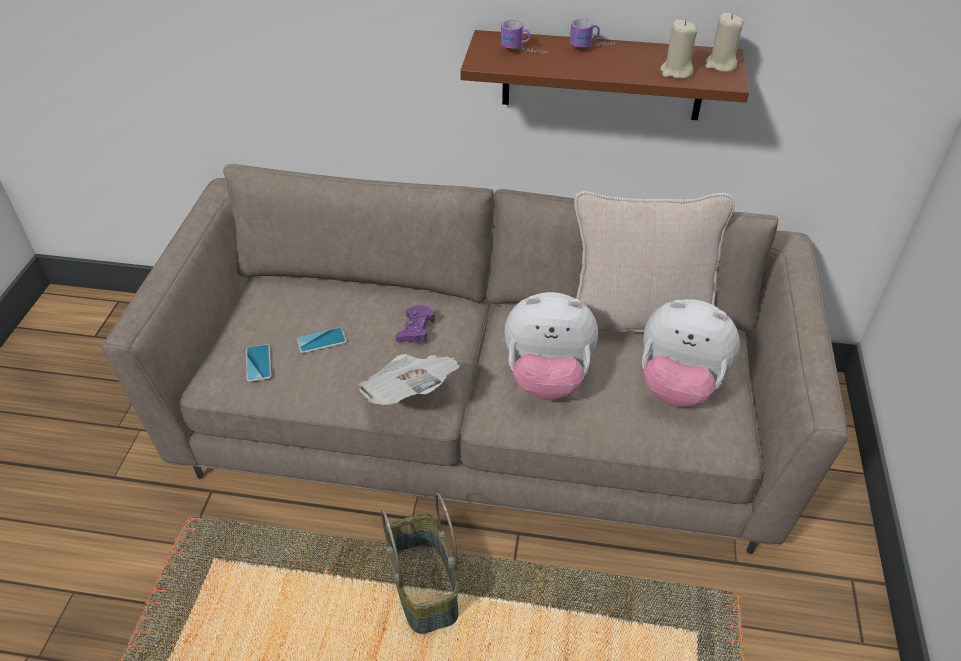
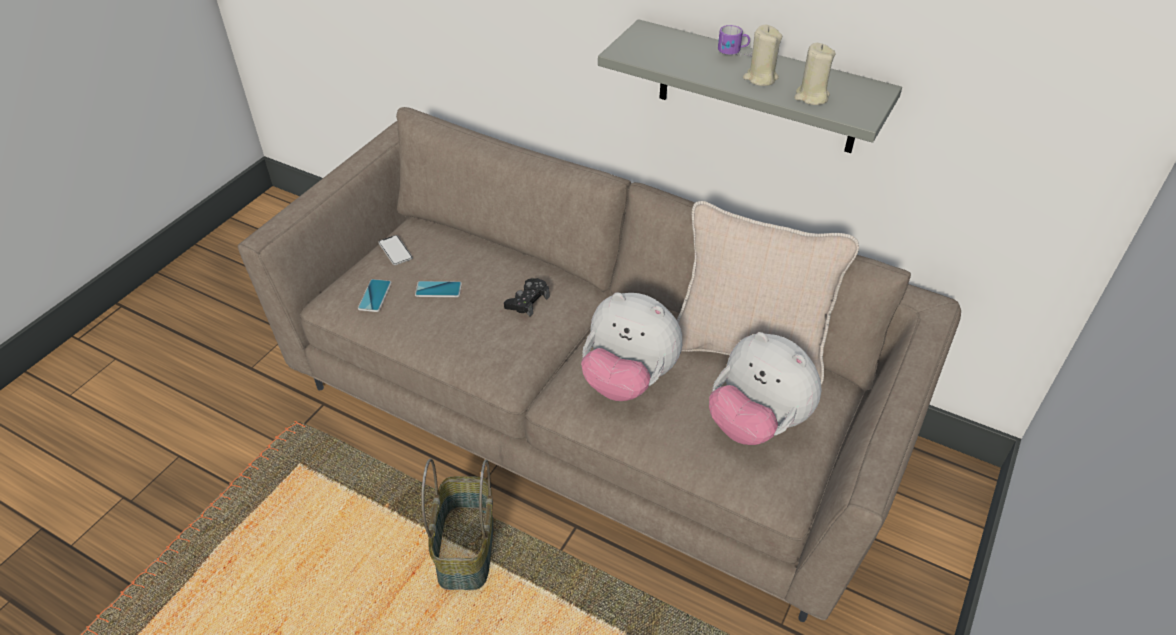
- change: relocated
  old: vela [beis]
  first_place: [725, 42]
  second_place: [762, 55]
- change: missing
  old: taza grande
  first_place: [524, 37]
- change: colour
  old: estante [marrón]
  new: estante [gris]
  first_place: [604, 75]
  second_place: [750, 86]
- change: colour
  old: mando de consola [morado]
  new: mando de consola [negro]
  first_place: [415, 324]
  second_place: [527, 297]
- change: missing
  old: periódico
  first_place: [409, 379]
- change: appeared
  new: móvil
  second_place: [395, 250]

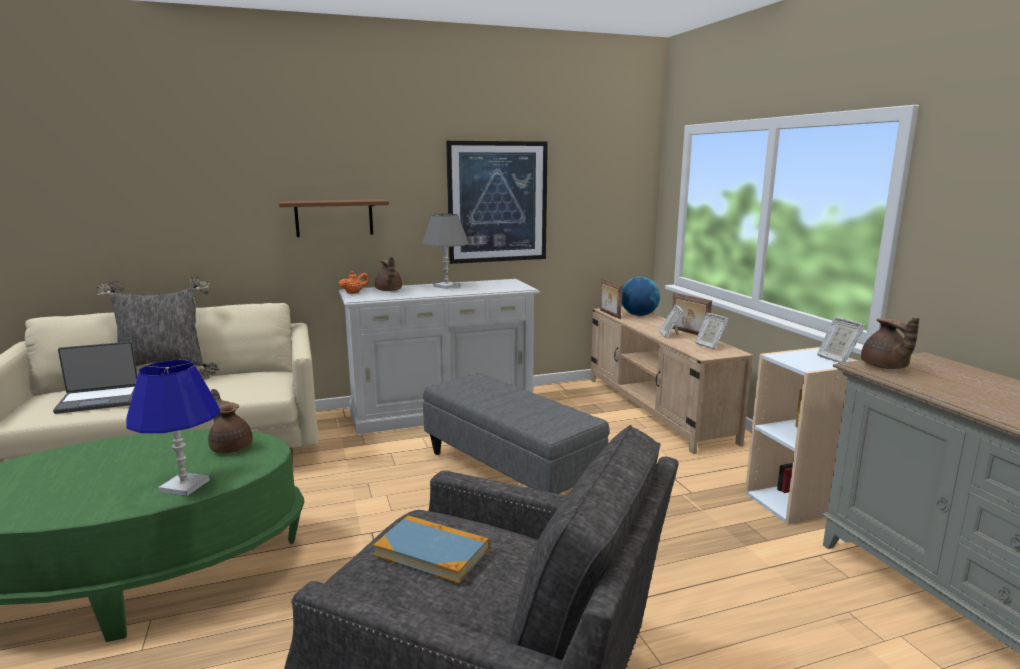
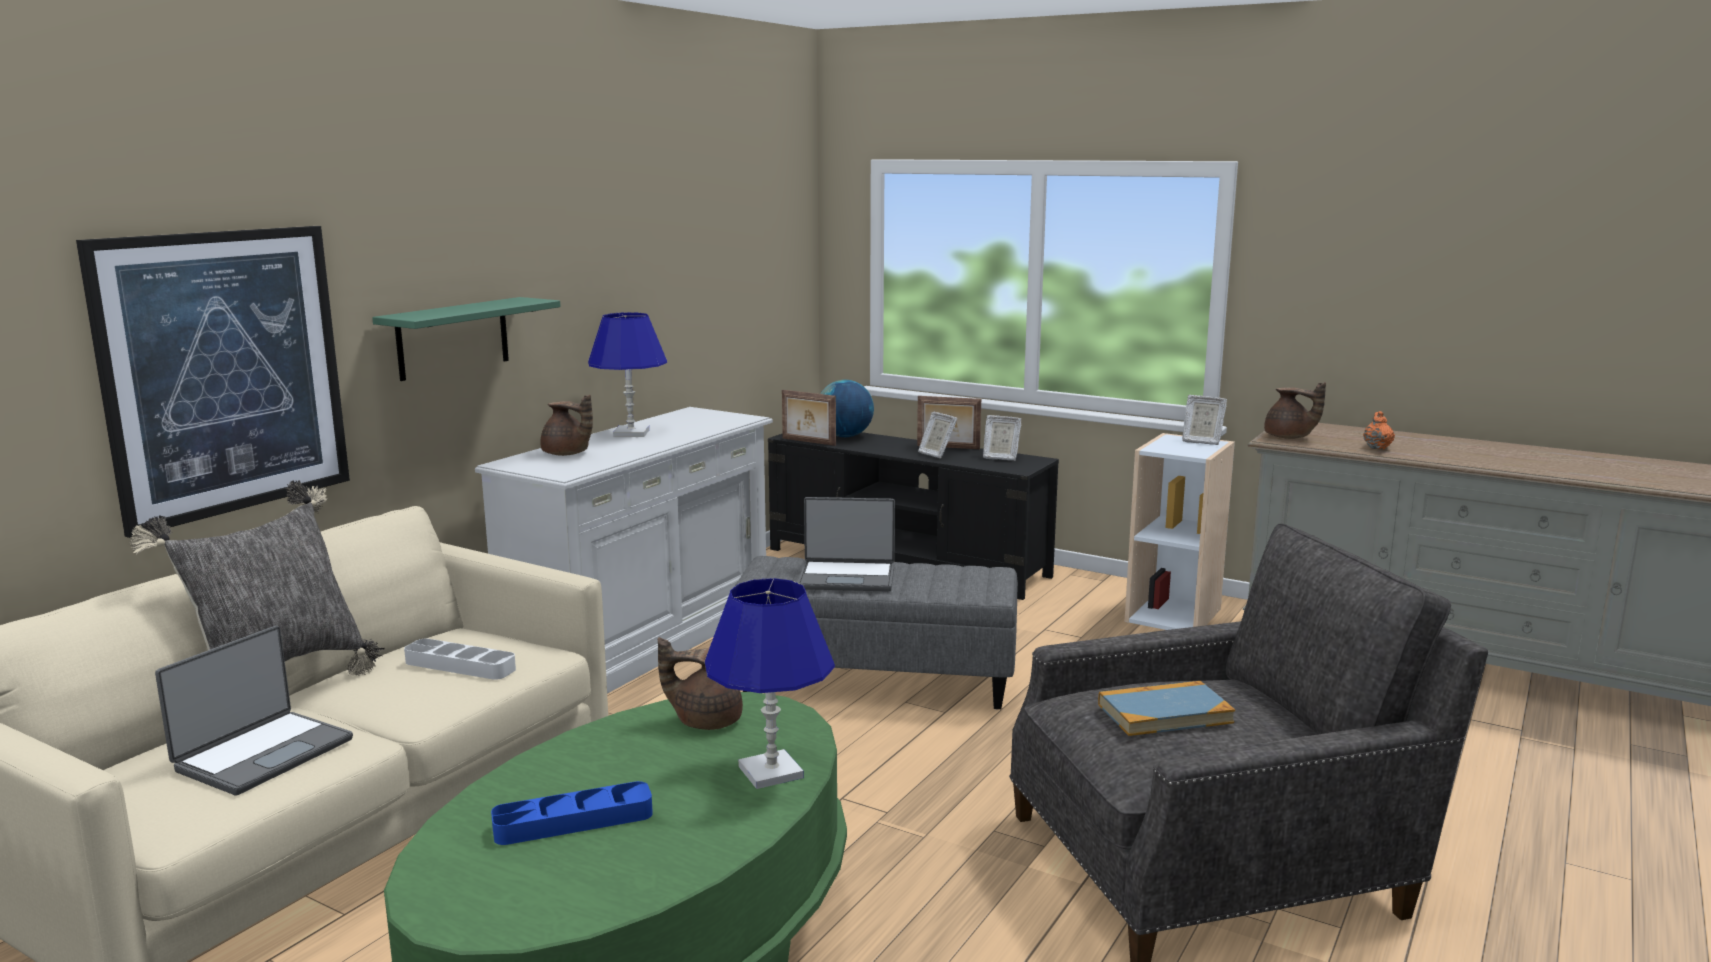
- change: relocated
  old: cuadro
  first_place: [497, 202]
  second_place: [213, 382]
- change: colour
  old: estante [marrón]
  new: estante [verde]
  first_place: [334, 218]
  second_place: [466, 339]
- change: colour
  old: lámpara de mesa [gris]
  new: lámpara de mesa [azul]
  first_place: [445, 251]
  second_place: [627, 374]
- change: relocated
  old: tetera [naranja]
  first_place: [354, 282]
  second_place: [1379, 430]
- change: colour
  old: mueble de televisión [beis]
  new: mueble de televisión [negro]
  first_place: [672, 380]
  second_place: [913, 516]
- change: appeared
  new: portátil
  second_place: [846, 544]
- change: appeared
  new: bandeja [gris]
  second_place: [460, 659]
- change: appeared
  new: bandeja [azul]
  second_place: [572, 813]

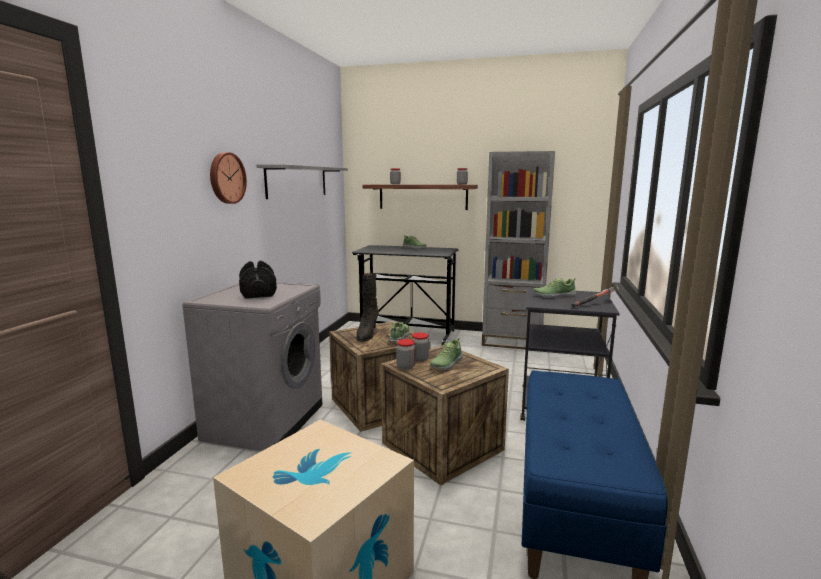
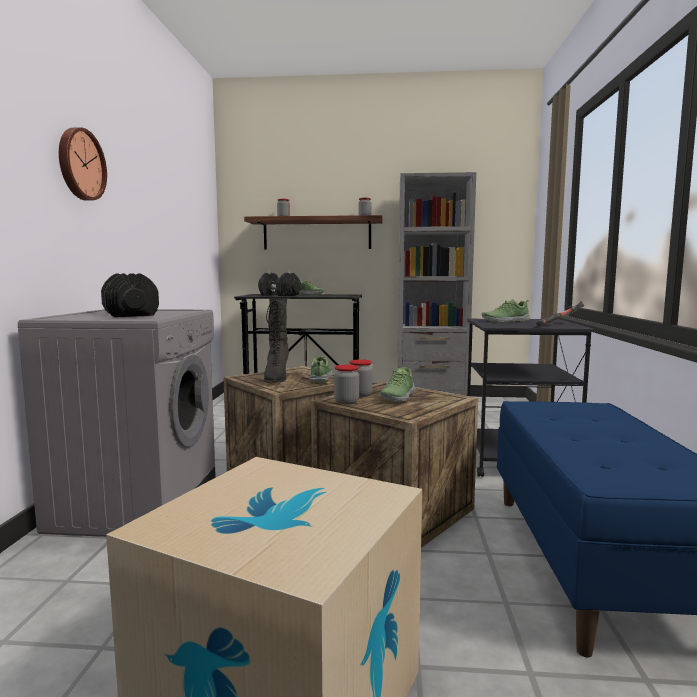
- change: missing
  old: estante [gris]
  first_place: [302, 181]
- change: appeared
  new: mancuerna [negro]
  second_place: [279, 284]

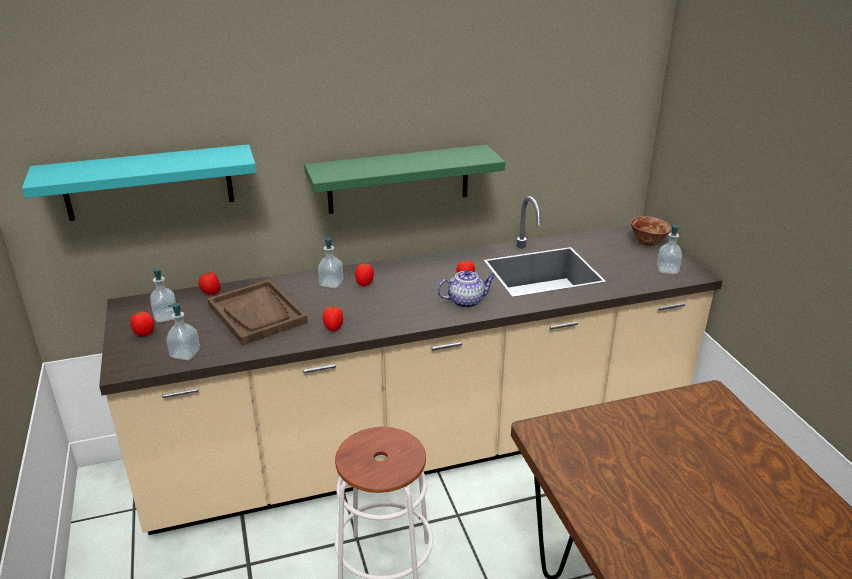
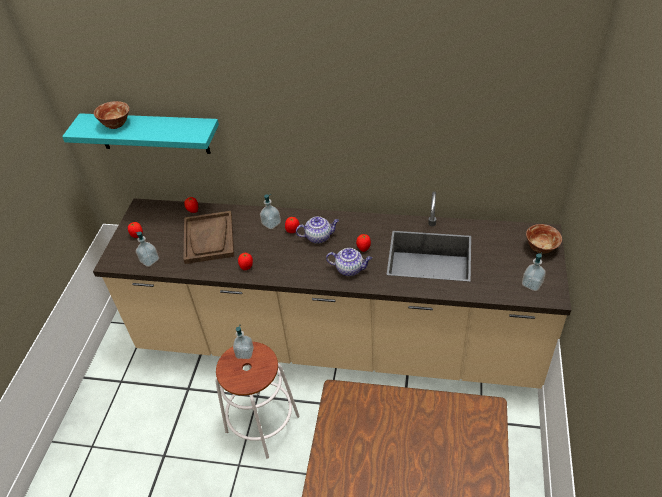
- change: missing
  old: estante [verde]
  first_place: [404, 179]
- change: relocated
  old: dispensador de jabón
  first_place: [163, 295]
  second_place: [243, 342]
- change: appeared
  new: cuenco
  second_place: [112, 115]
- change: appeared
  new: tetera
  second_place: [317, 230]

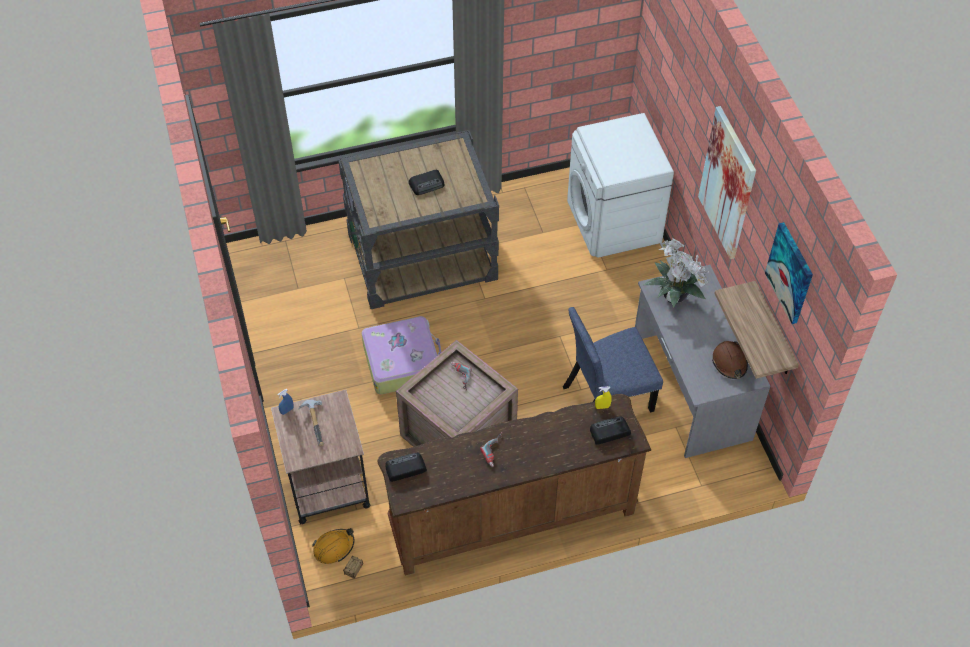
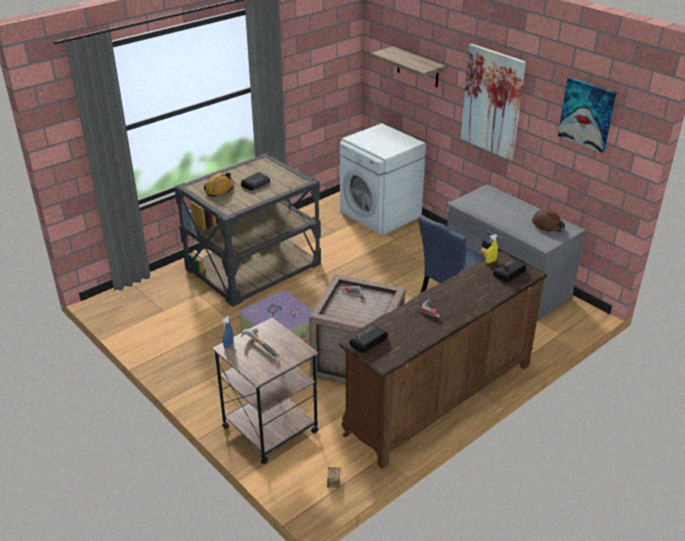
- change: missing
  old: planta en maceta
  first_place: [676, 273]
- change: relocated
  old: estante
  first_place: [756, 330]
  second_place: [408, 67]
- change: relocated
  old: casco [naranja]
  first_place: [333, 546]
  second_place: [219, 185]

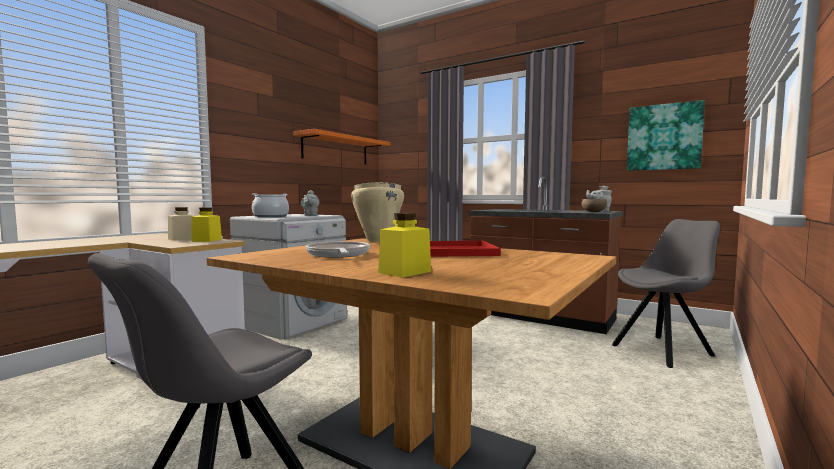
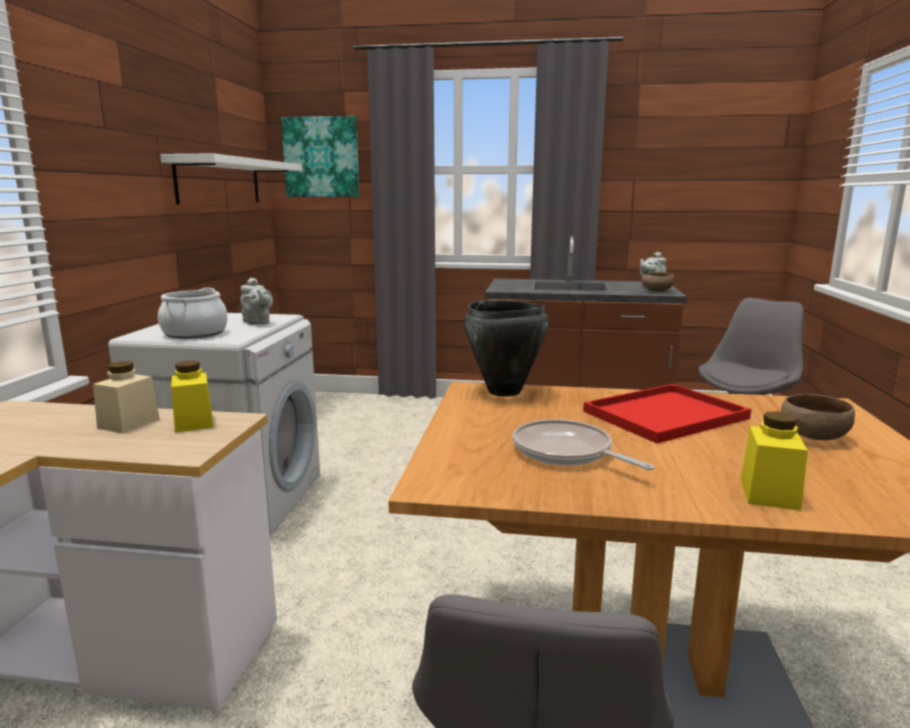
- change: relocated
  old: cuadro
  first_place: [666, 135]
  second_place: [320, 156]
- change: colour
  old: estante [naranja]
  new: estante [blanco]
  first_place: [341, 147]
  second_place: [231, 178]
- change: colour
  old: olla [beis]
  new: olla [negro]
  first_place: [377, 212]
  second_place: [506, 348]
- change: appeared
  new: cuenco [marrón]
  second_place: [818, 417]

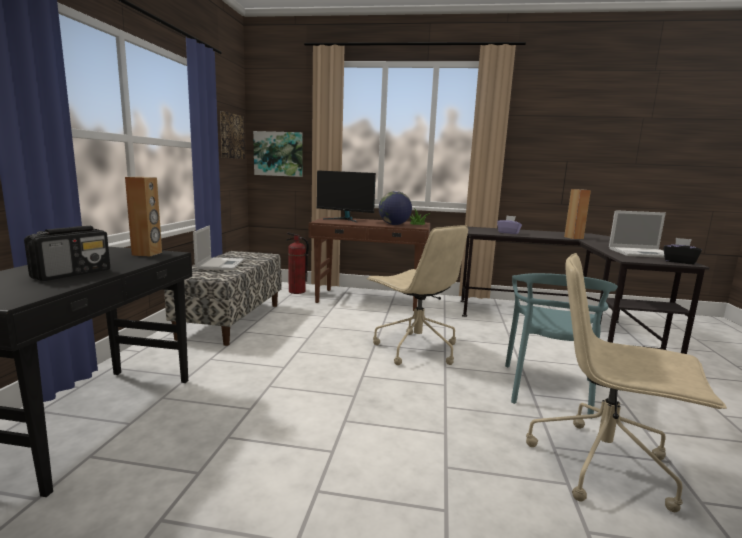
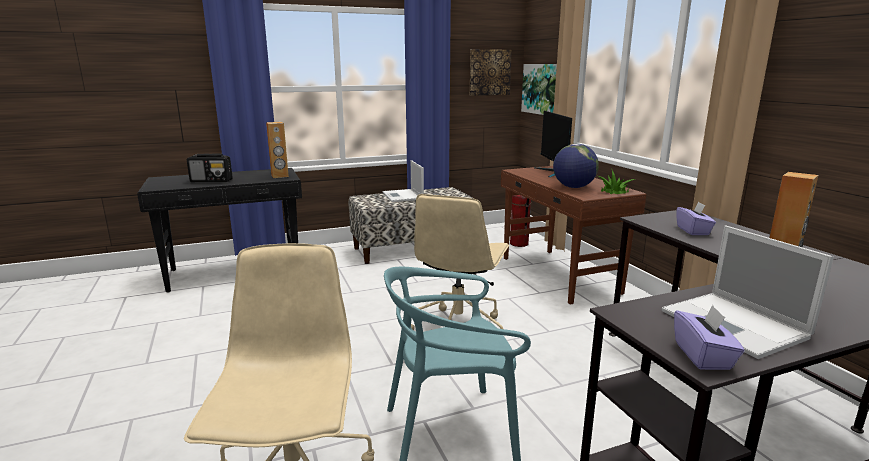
- change: spun
  old: portátil
  first_place: [218, 247]
  second_place: [403, 181]
  degrees: 105
- change: colour
  old: caja de pañuelos [negro]
  new: caja de pañuelos [morado]
  first_place: [682, 251]
  second_place: [709, 337]

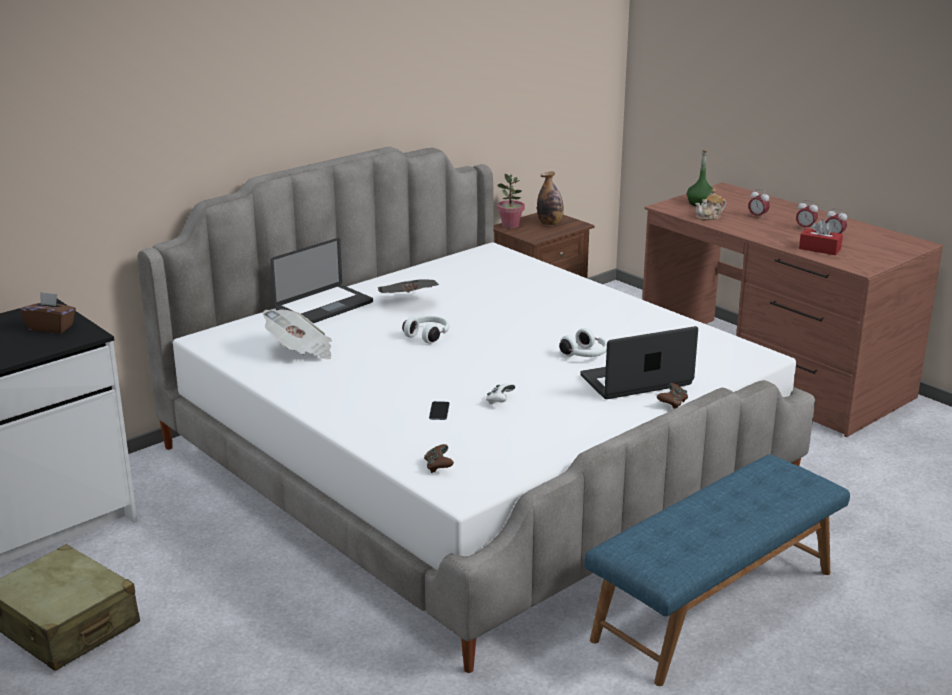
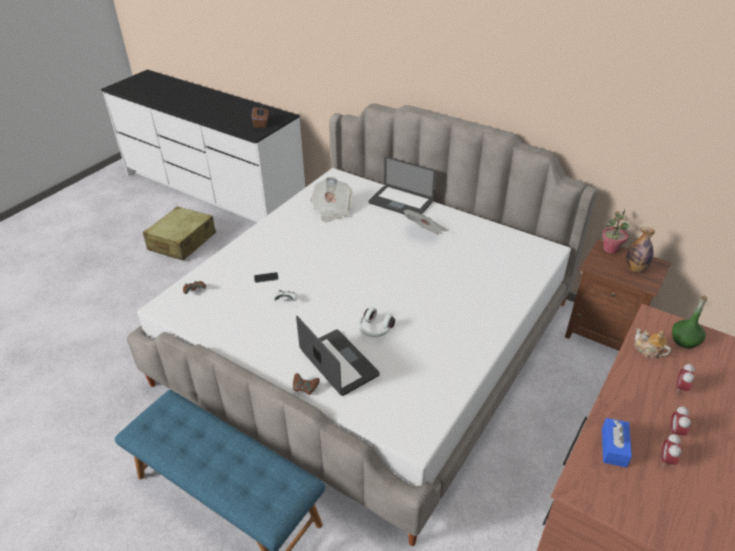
- change: colour
  old: caja de pañuelos [rojo]
  new: caja de pañuelos [azul]
  first_place: [821, 237]
  second_place: [617, 443]
- change: missing
  old: auriculares [blanco]
  first_place: [425, 330]

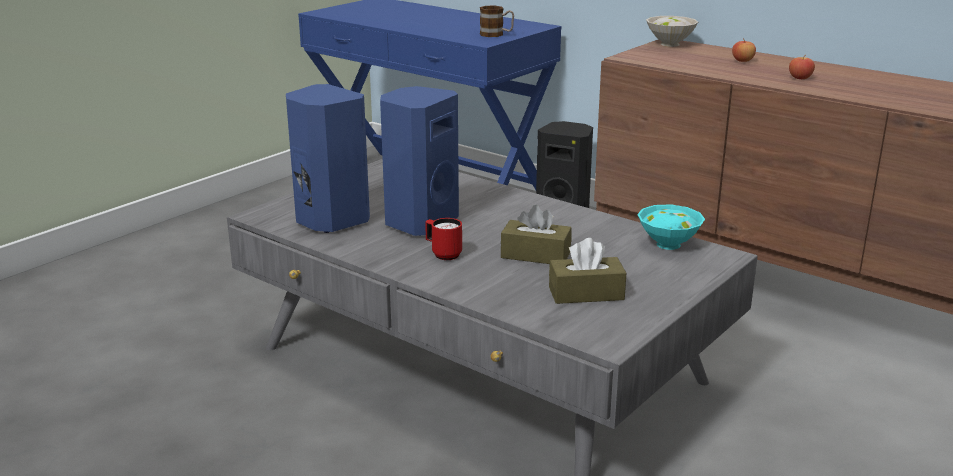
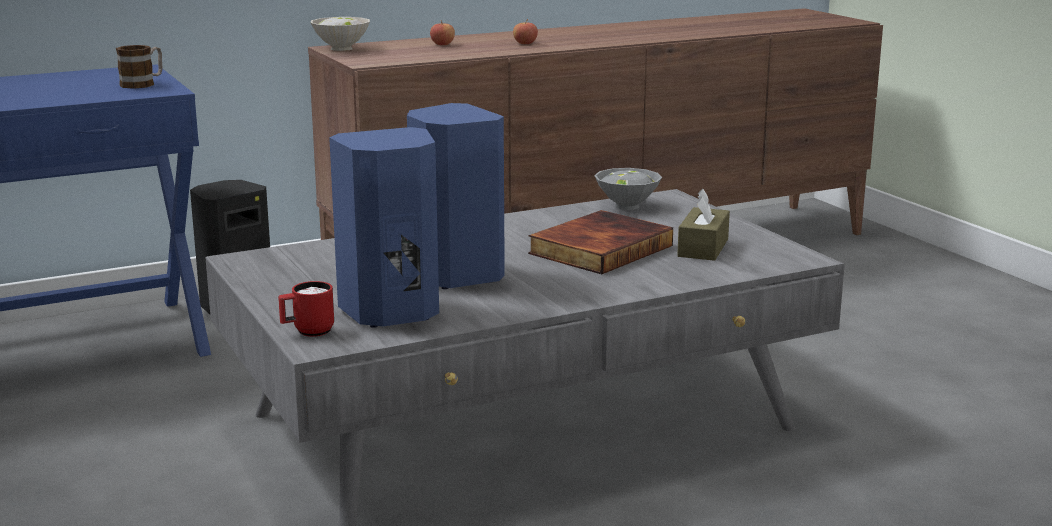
- change: colour
  old: cuenco [turquesa]
  new: cuenco [gris]
  first_place: [671, 227]
  second_place: [628, 189]
- change: exchanged
  old: caja de pañuelos [marrón]
  new: libro
  first_place: [536, 234]
  second_place: [600, 242]
- change: relocated
  old: taza grande [rojo]
  first_place: [443, 239]
  second_place: [306, 309]

